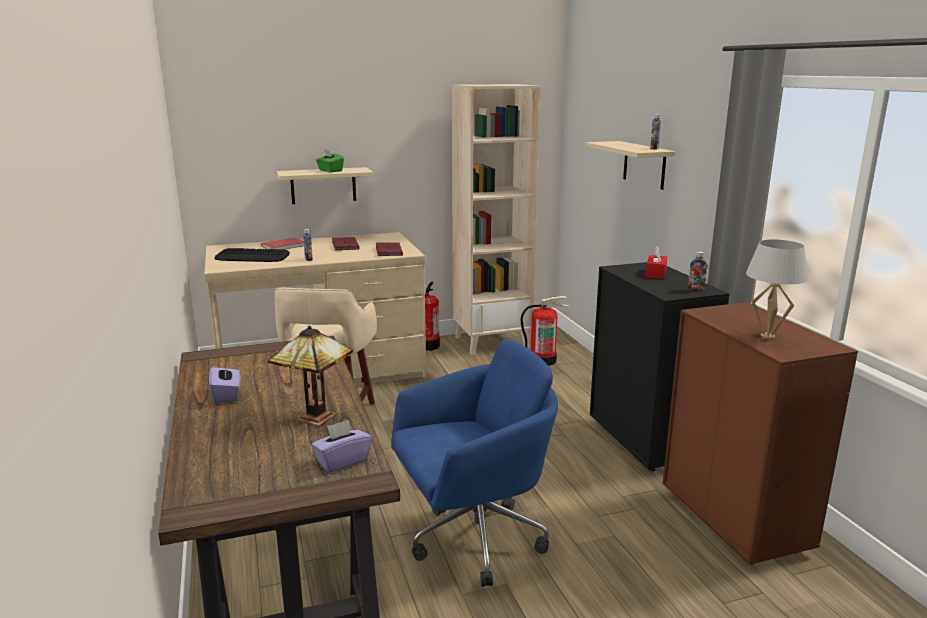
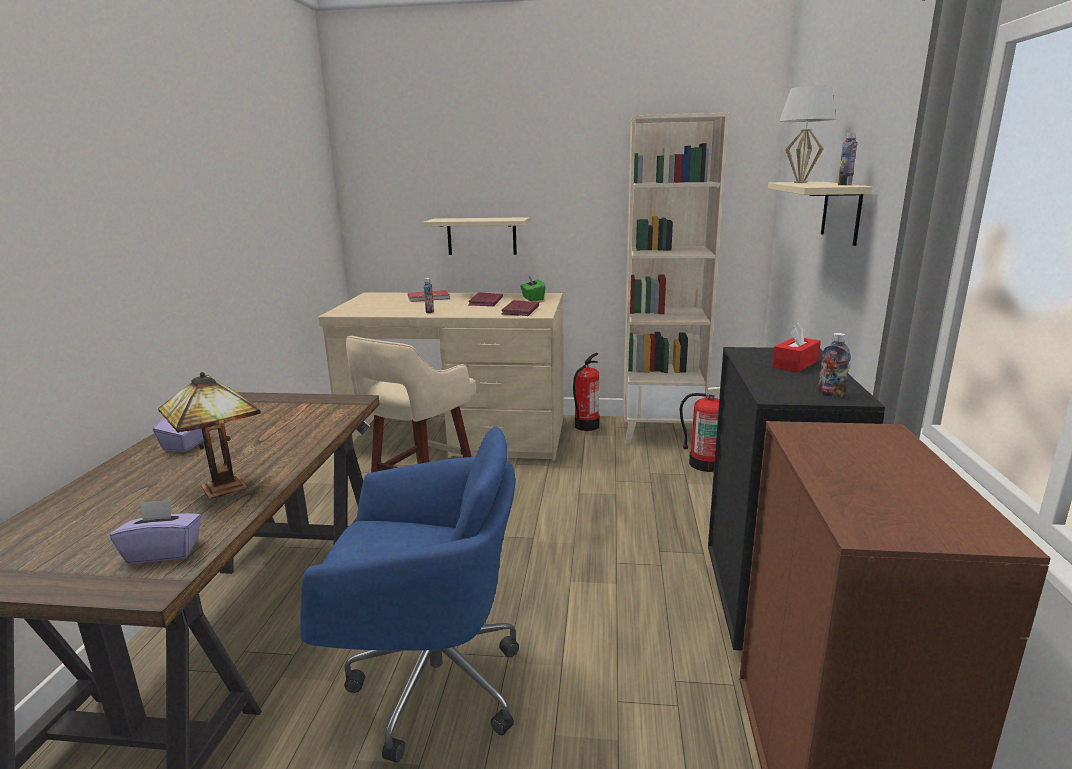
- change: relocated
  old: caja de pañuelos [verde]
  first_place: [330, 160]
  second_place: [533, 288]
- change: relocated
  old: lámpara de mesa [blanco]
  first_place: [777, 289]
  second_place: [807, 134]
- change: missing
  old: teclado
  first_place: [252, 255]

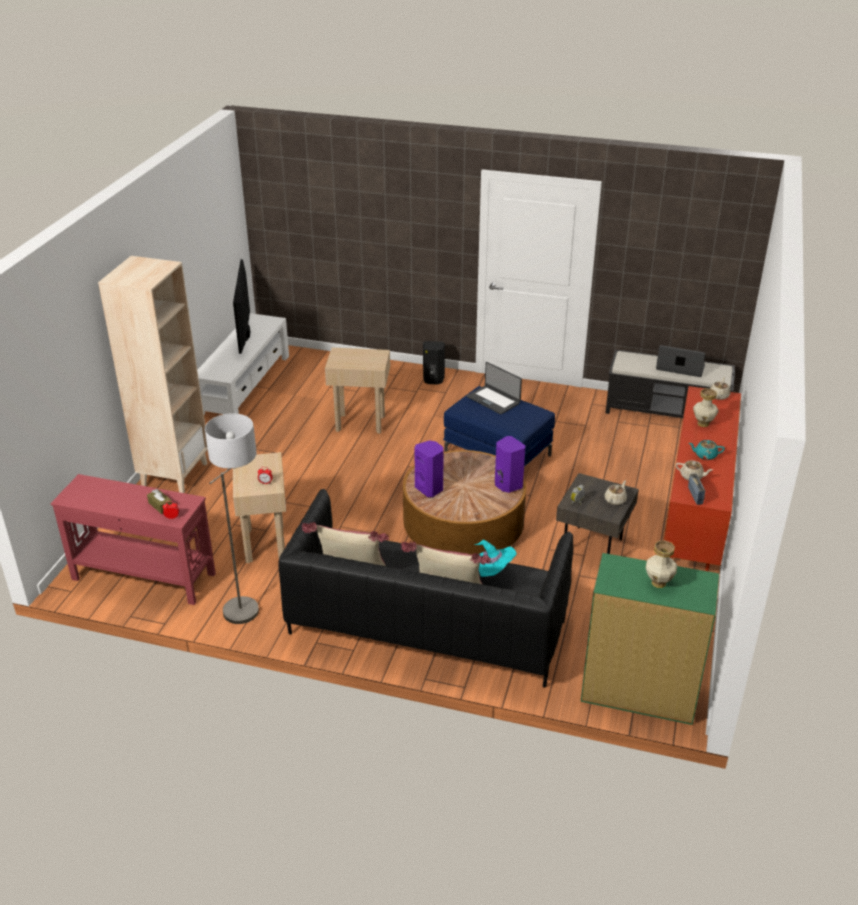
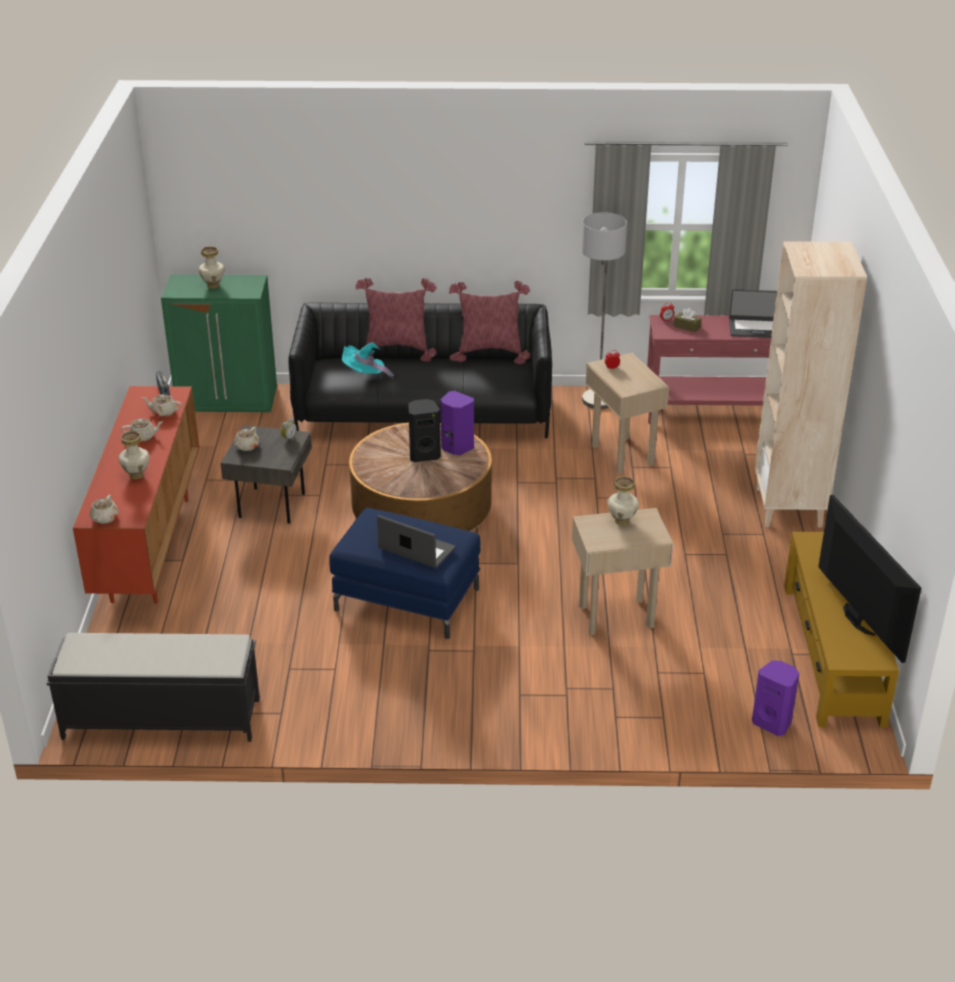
- change: colour
  old: mueble de televisión [blanco]
  new: mueble de televisión [amarillo]
  first_place: [243, 363]
  second_place: [841, 630]
- change: relocated
  old: altavoz [negro]
  first_place: [434, 362]
  second_place: [424, 430]
- change: relocated
  old: portátil
  first_place: [680, 361]
  second_place: [753, 313]
- change: relocated
  old: altavoz [morado]
  first_place: [510, 464]
  second_place: [775, 698]
- change: colour
  old: tetera [turquesa]
  new: tetera [beis]
  first_place: [707, 450]
  second_place: [142, 430]
- change: appeared
  new: florero
  second_place: [623, 501]

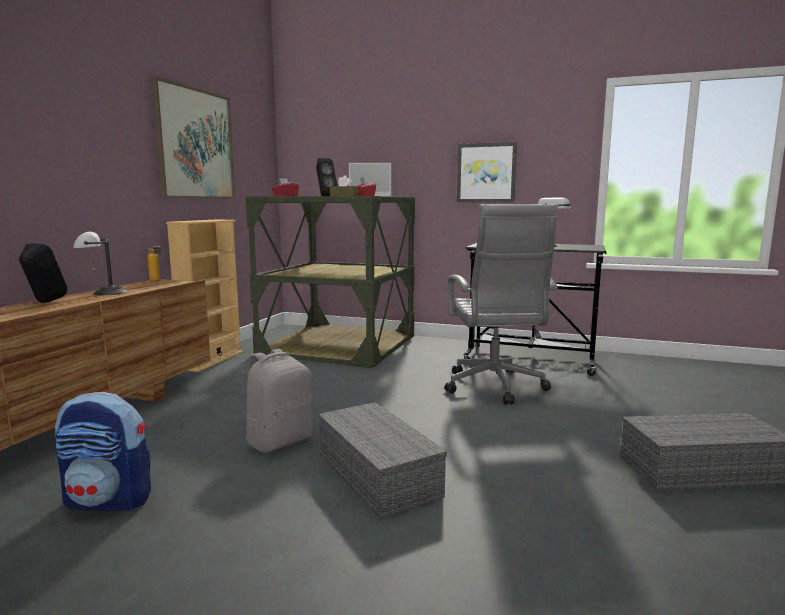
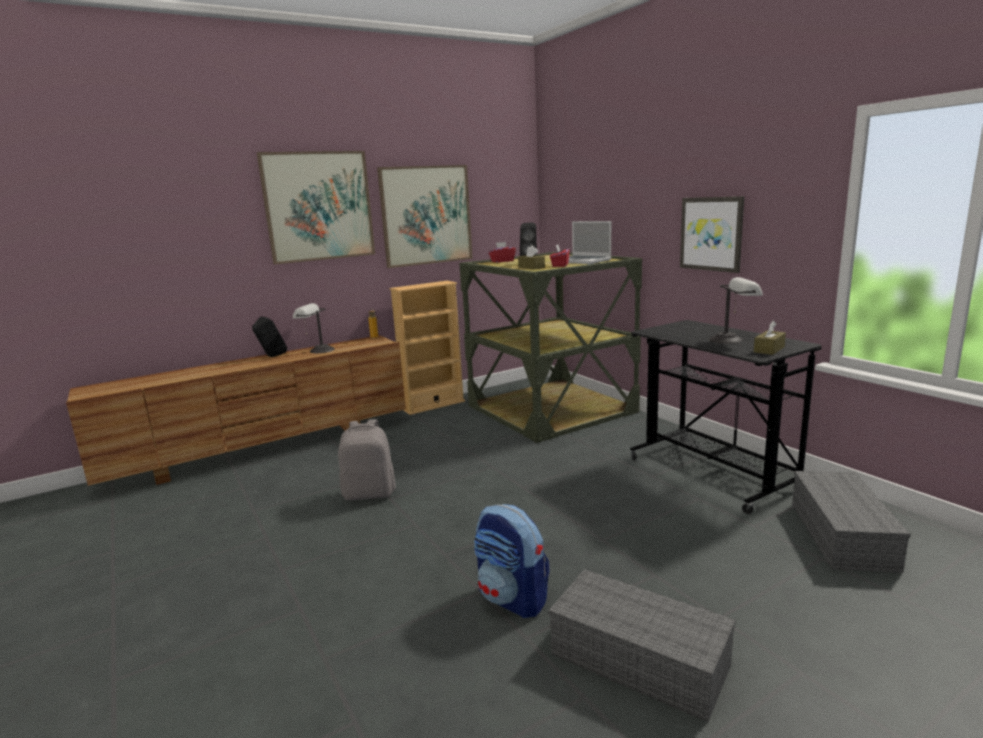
- change: missing
  old: silla de oficina [gris]
  first_place: [501, 304]
- change: relocated
  old: mochila
  first_place: [103, 451]
  second_place: [512, 561]
- change: relocated
  old: caja de almacenaje [gris]
  first_place: [382, 460]
  second_place: [851, 522]
- change: appeared
  new: cuadro
  second_place: [316, 207]
- change: appeared
  new: caja de pañuelos [marrón]
  second_place: [770, 337]

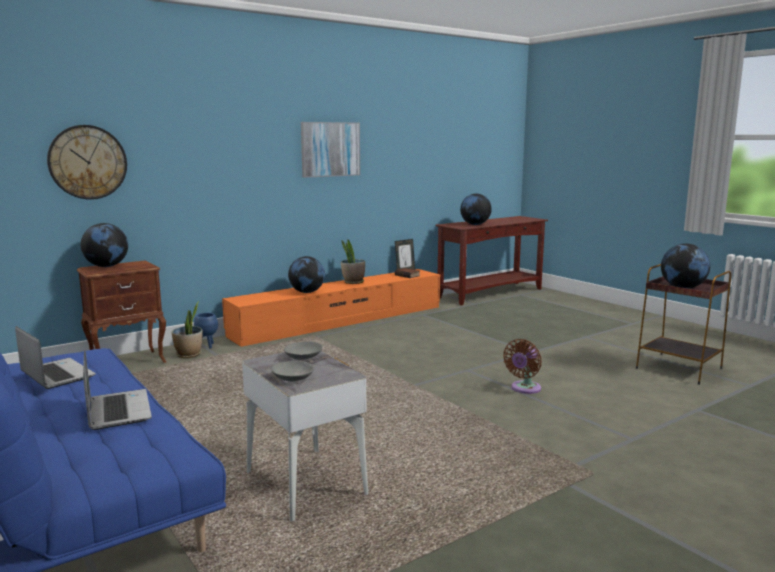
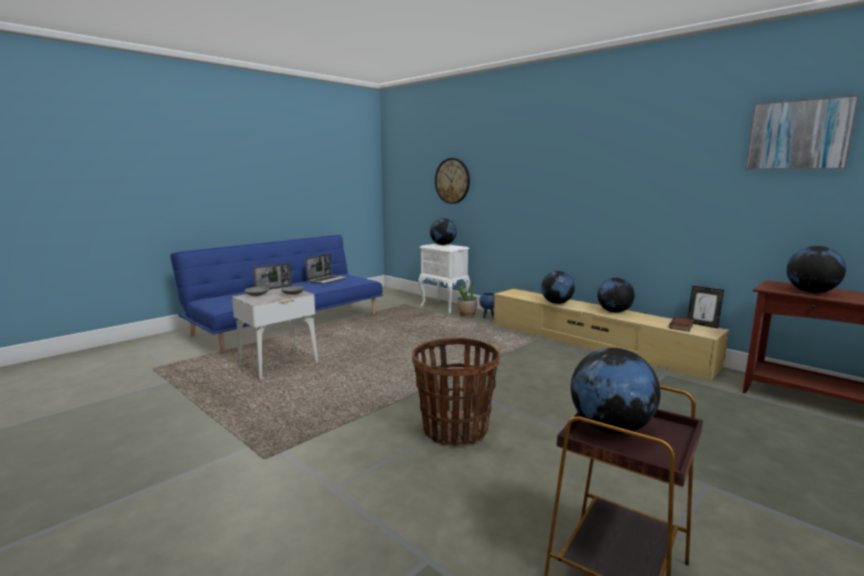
- change: relocated
  old: cuadro
  first_place: [330, 150]
  second_place: [802, 132]
- change: exchanged
  old: planta en maceta
  new: globo terráqueo
  first_place: [353, 262]
  second_place: [616, 295]
- change: colour
  old: mesita de noche [marrón]
  new: mesita de noche [blanco]
  first_place: [122, 311]
  second_place: [444, 278]
- change: colour
  old: mueble de televisión [naranja]
  new: mueble de televisión [beis]
  first_place: [331, 308]
  second_place: [611, 334]
- change: exchanged
  old: ventilador [marrón]
  new: cesta
  first_place: [522, 366]
  second_place: [456, 392]

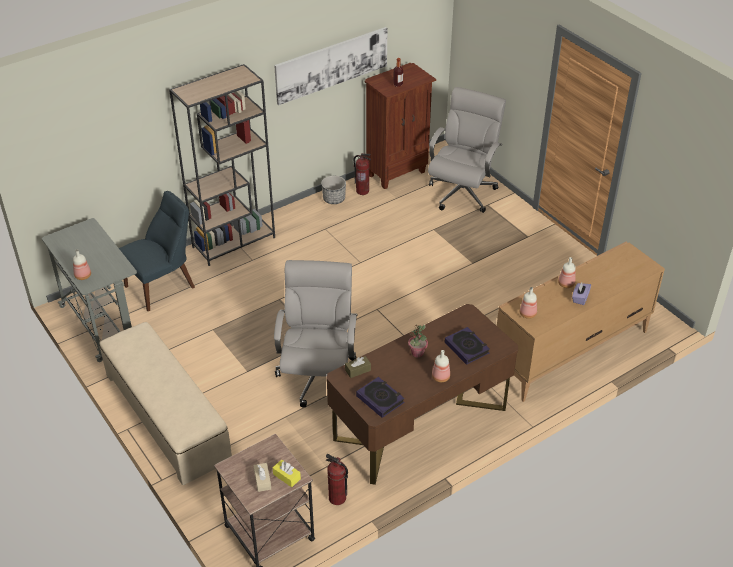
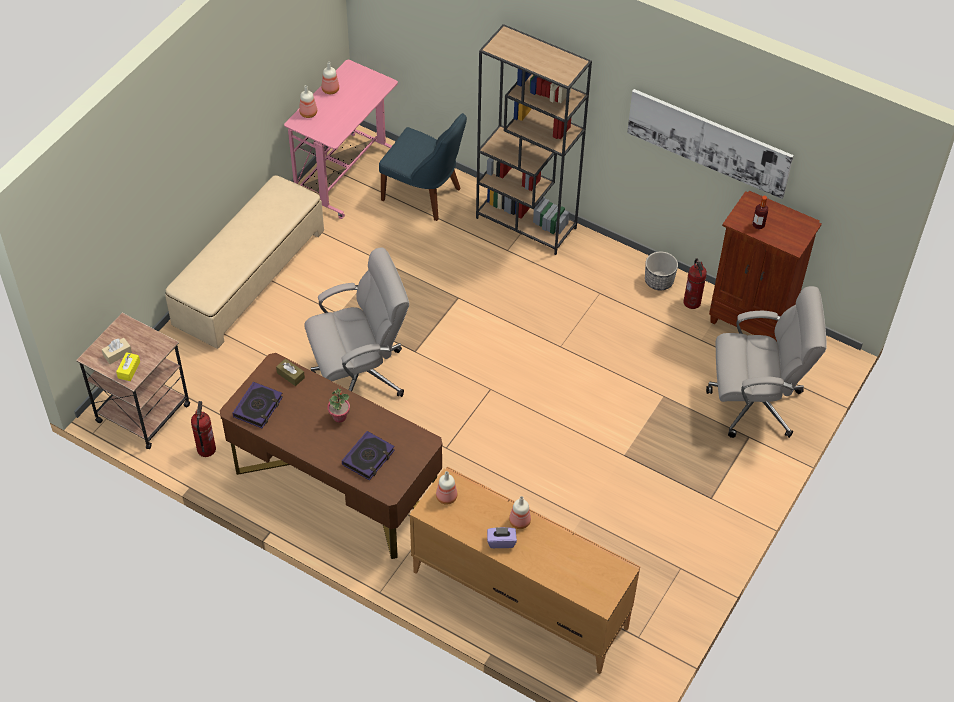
- change: colour
  old: escritorio [gris]
  new: escritorio [rosa]
  first_place: [89, 290]
  second_place: [341, 139]
- change: relocated
  old: botella
  first_place: [441, 366]
  second_place: [330, 78]

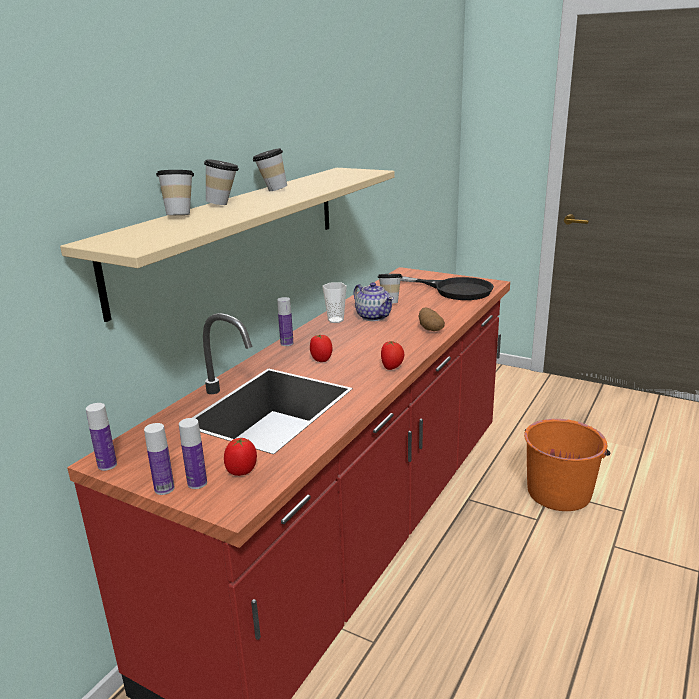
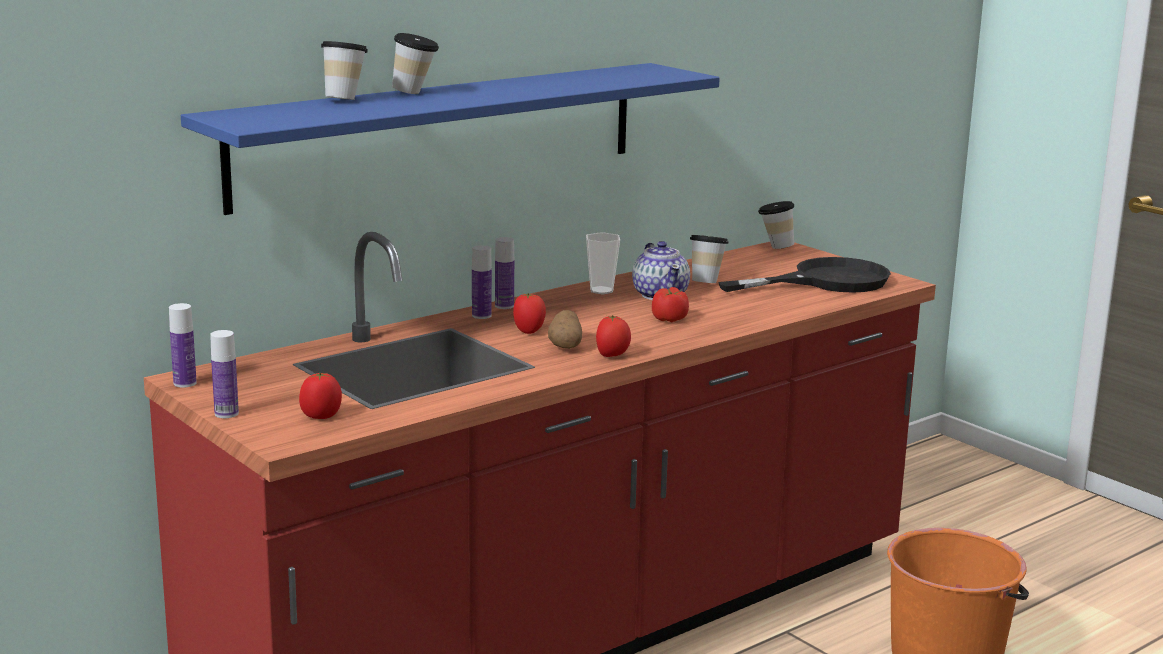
- change: relocated
  old: taza
  first_place: [269, 169]
  second_place: [776, 225]
- change: colour
  old: estante [beis]
  new: estante [azul]
  first_place: [227, 245]
  second_place: [450, 139]
- change: spun
  old: sartén [negro]
  first_place: [447, 288]
  second_place: [804, 275]
  degrees: -75
- change: relocated
  old: patata
  first_place: [431, 319]
  second_place: [565, 329]
- change: relocated
  old: botella
  first_place: [193, 453]
  second_place: [482, 282]
- change: appeared
  new: tomate
  second_place: [670, 304]

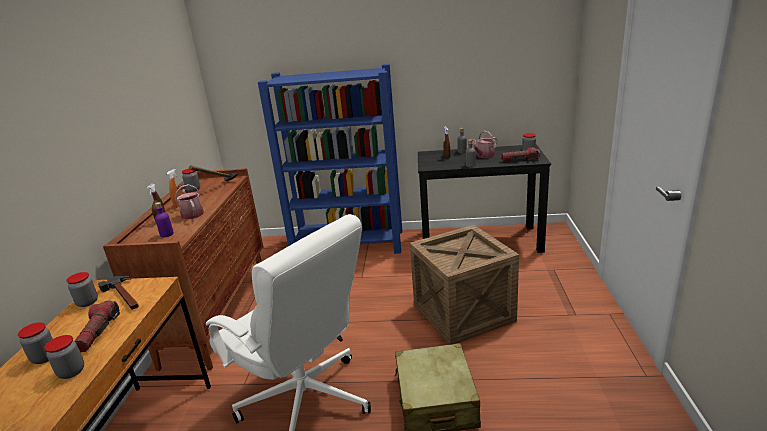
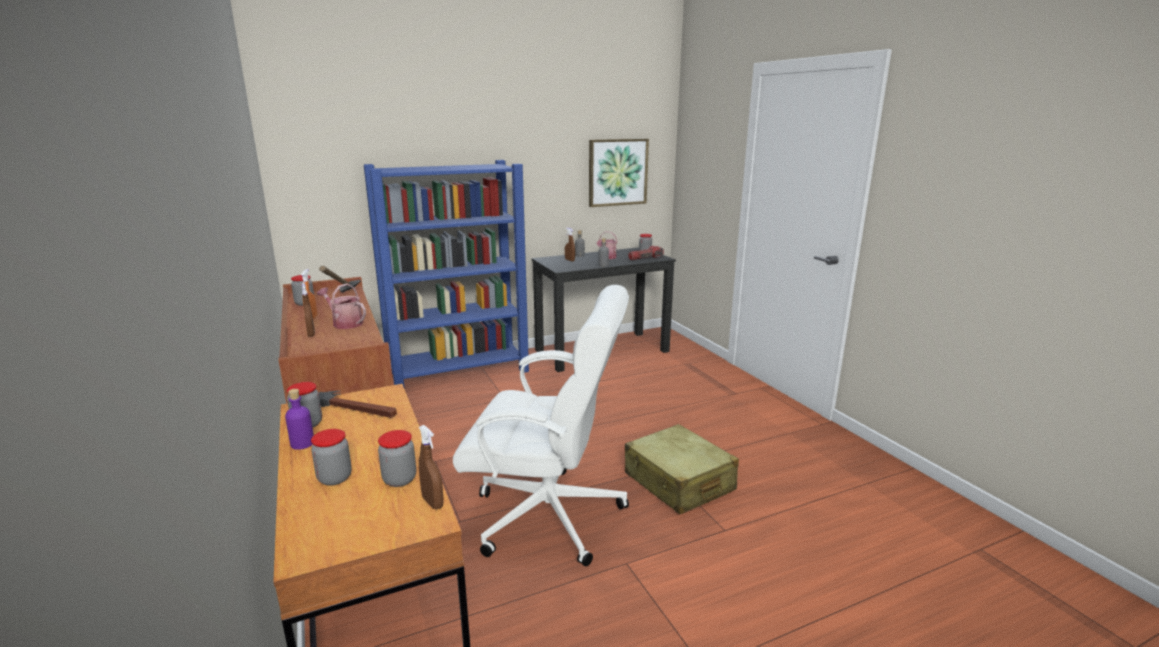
- change: relocated
  old: botella [morado]
  first_place: [164, 219]
  second_place: [299, 419]
- change: missing
  old: caja de embalaje
  first_place: [464, 285]
- change: missing
  old: linterna
  first_place: [97, 326]
- change: appeared
  new: cuadro
  second_place: [619, 173]
- change: appeared
  new: pulverizador [marrón]
  second_place: [431, 467]

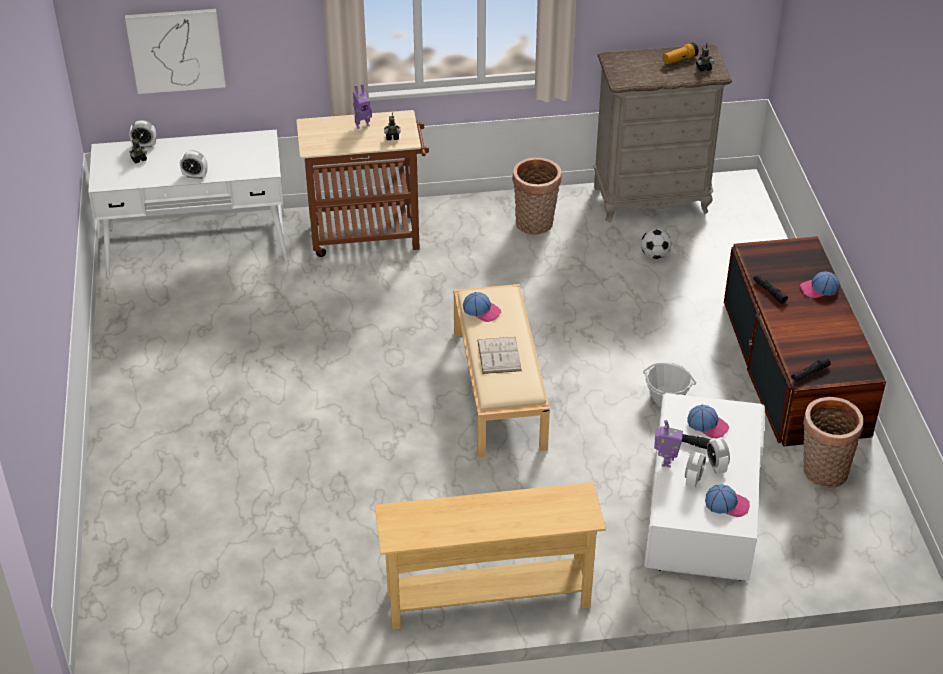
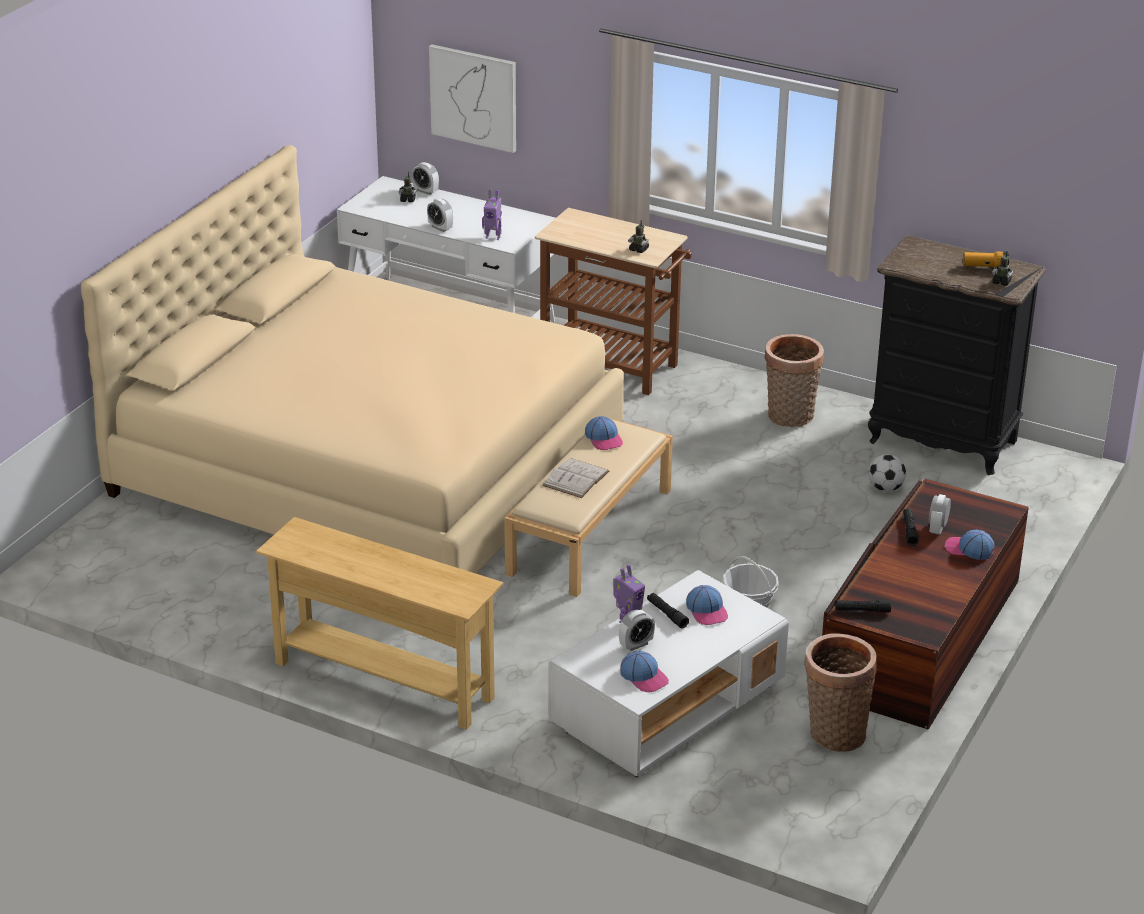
- change: colour
  old: cómoda [beis]
  new: cómoda [negro]
  first_place: [662, 133]
  second_place: [957, 355]
- change: relocated
  old: robot de juguete
  first_place: [362, 106]
  second_place: [492, 214]
- change: relocated
  old: despertador
  first_place: [718, 456]
  second_place: [939, 514]
- change: appeared
  new: cama [beis]
  second_place: [352, 359]

